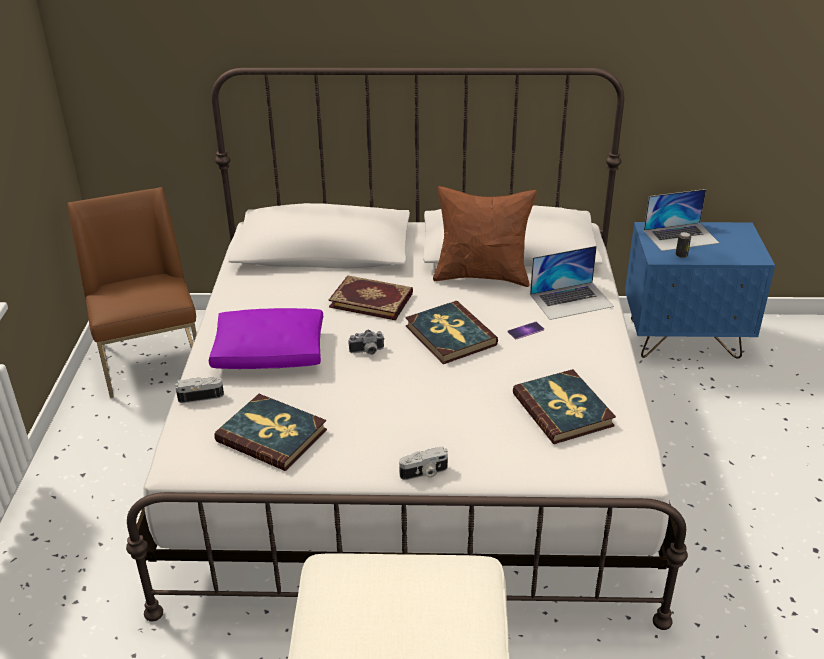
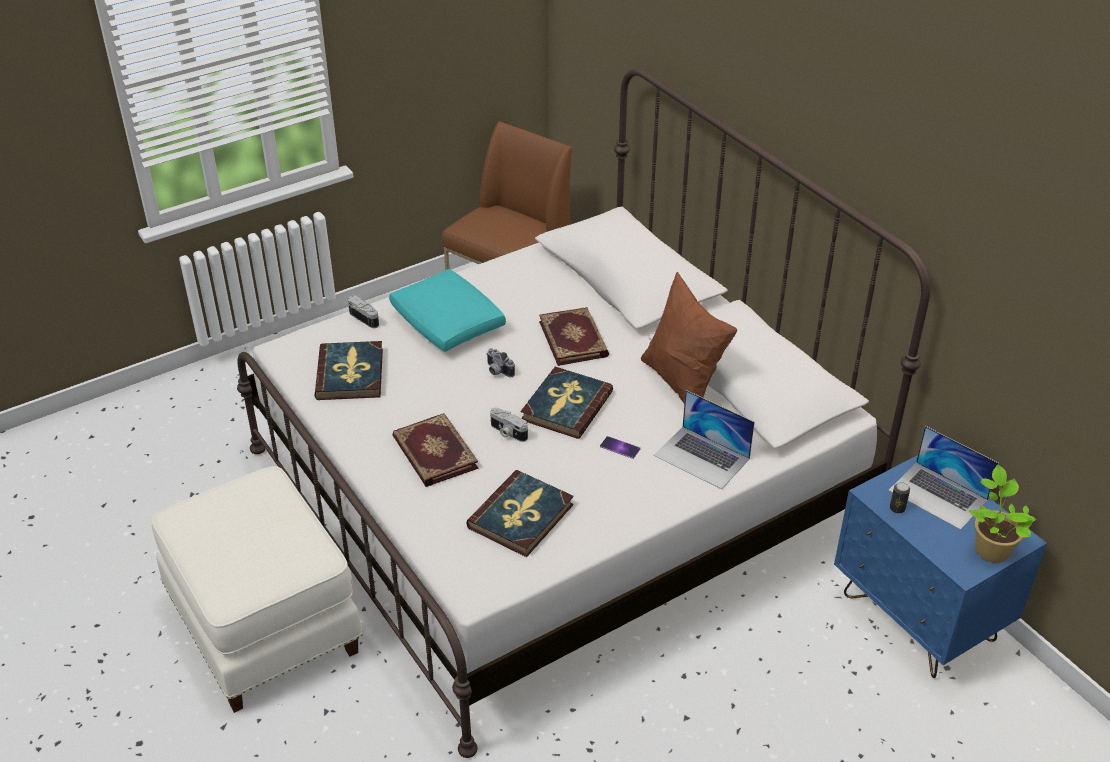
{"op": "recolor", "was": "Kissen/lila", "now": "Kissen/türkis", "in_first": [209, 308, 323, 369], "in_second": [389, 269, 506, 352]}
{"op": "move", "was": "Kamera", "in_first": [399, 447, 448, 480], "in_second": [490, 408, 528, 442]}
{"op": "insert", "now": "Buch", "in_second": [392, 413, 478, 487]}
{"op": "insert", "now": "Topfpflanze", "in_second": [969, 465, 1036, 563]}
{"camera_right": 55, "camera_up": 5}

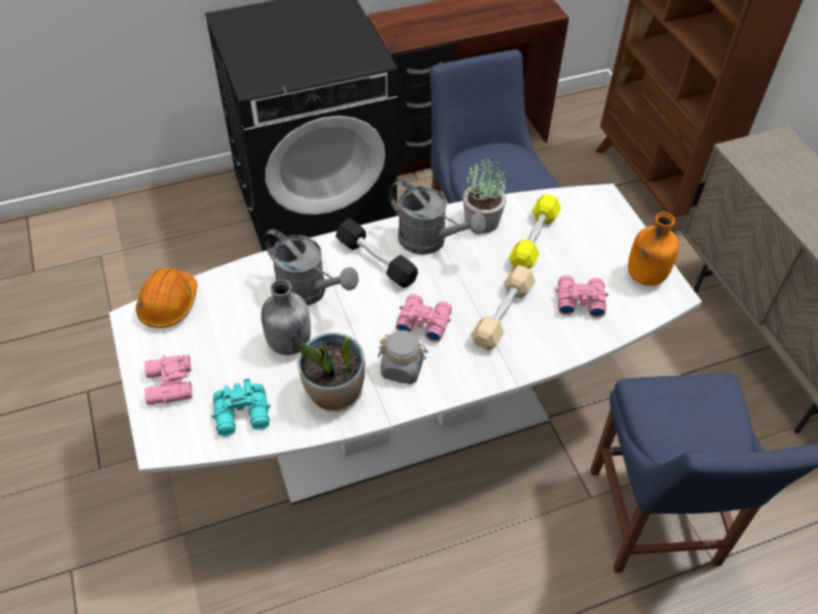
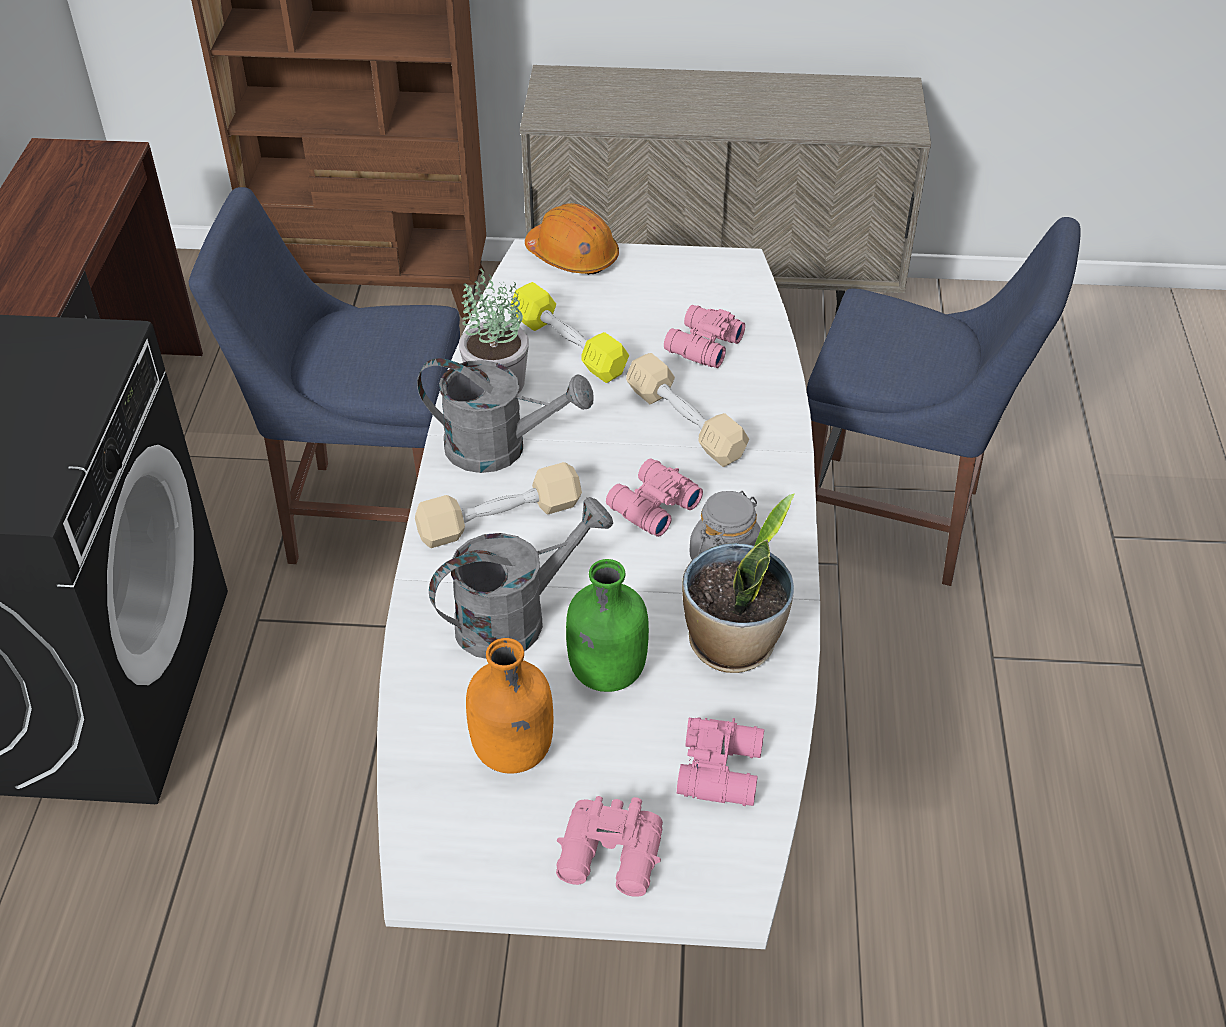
{"op": "rotate", "was": "Gießkanne/grau", "in_first": [389, 180, 486, 255], "in_second": [417, 358, 594, 473], "clockwise": 45}
{"op": "move", "was": "Flasche/orange", "in_first": [628, 212, 679, 286], "in_second": [466, 638, 554, 773]}
{"op": "recolor", "was": "Hantel/schwarz", "now": "Hantel/beige", "in_first": [336, 218, 418, 288], "in_second": [415, 462, 582, 548]}
{"op": "move", "was": "Schutzhelm/orange", "in_first": [136, 268, 197, 328], "in_second": [525, 203, 619, 275]}
{"op": "recolor", "was": "Flasche/grau", "now": "Flasche/grün", "in_first": [261, 280, 311, 355], "in_second": [566, 559, 649, 692]}
{"op": "recolor", "was": "Fernglas/türkis", "now": "Fernglas/rosa", "in_first": [211, 378, 271, 436], "in_second": [677, 717, 764, 806]}
{"camera_right": -65, "camera_up": -5}

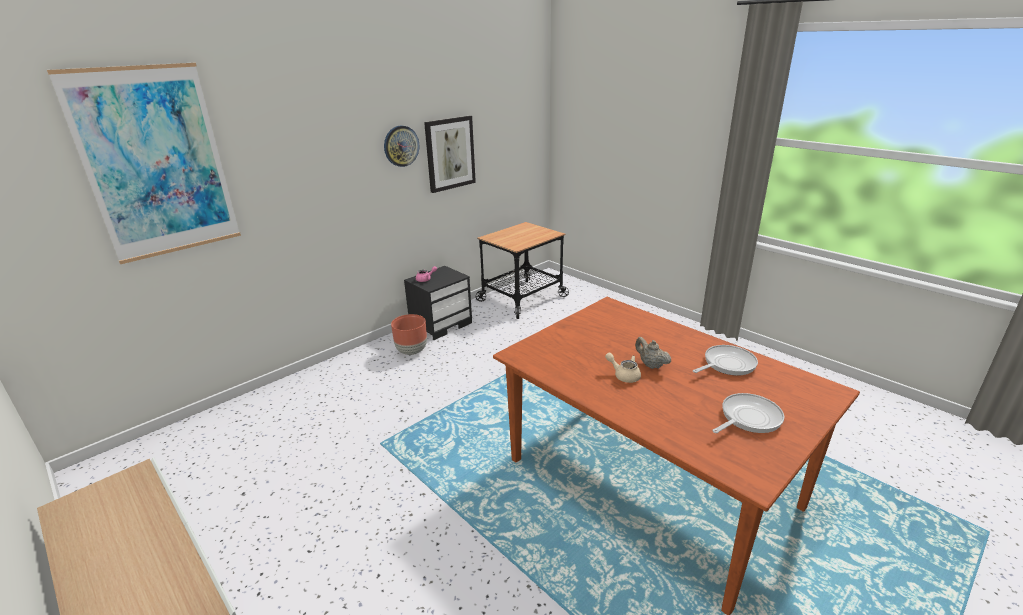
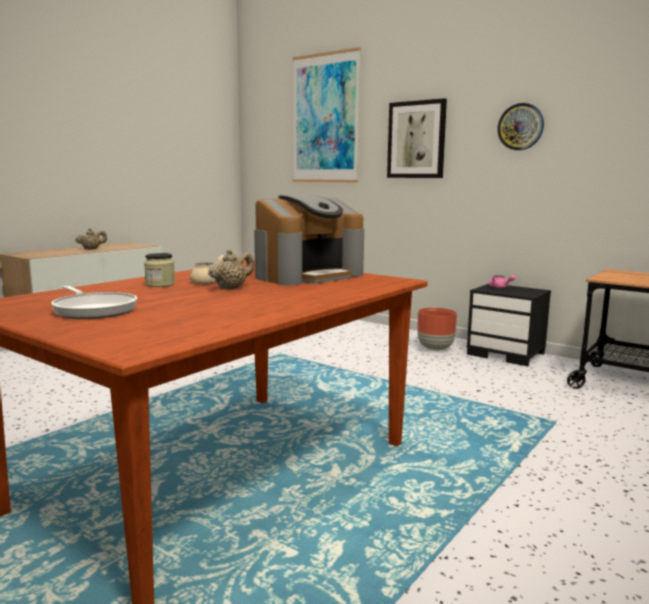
{"op": "move", "was": "Bild", "in_first": [424, 116, 476, 193], "in_second": [387, 98, 447, 178]}
{"op": "delete", "was": "Pfanne", "in_first": [693, 345, 758, 376]}
{"op": "insert", "now": "Kaffeemaschine", "in_second": [254, 195, 364, 285]}
{"op": "insert", "now": "Teekanne/beige", "in_second": [75, 228, 107, 250]}
{"op": "insert", "now": "Vorratsglas", "in_second": [144, 253, 175, 287]}
{"camera_right": 80, "camera_up": -15}

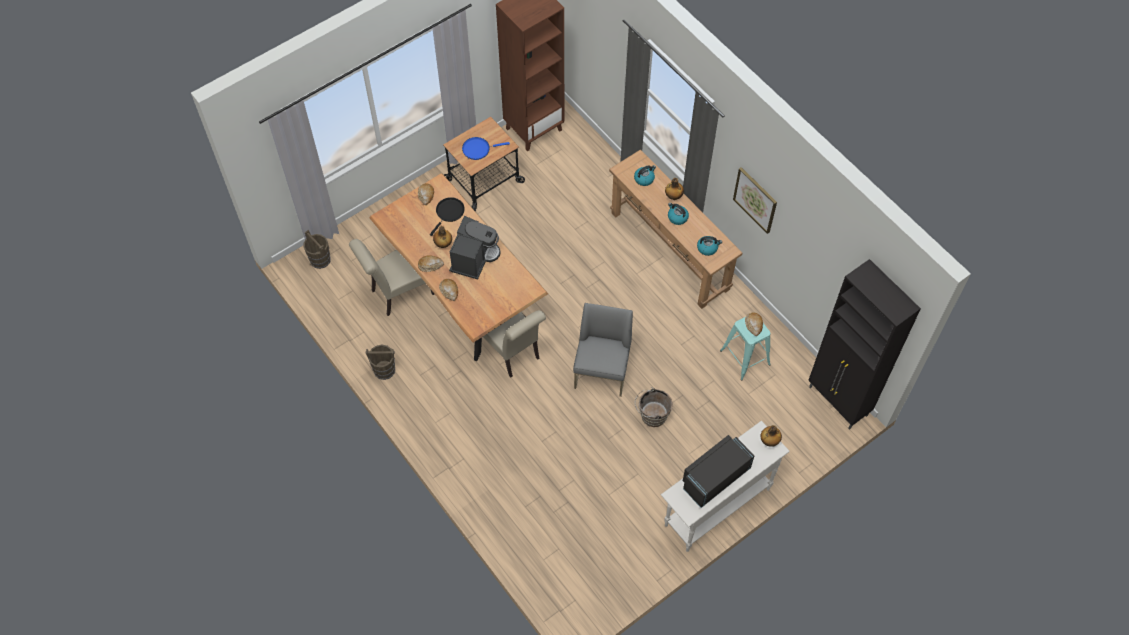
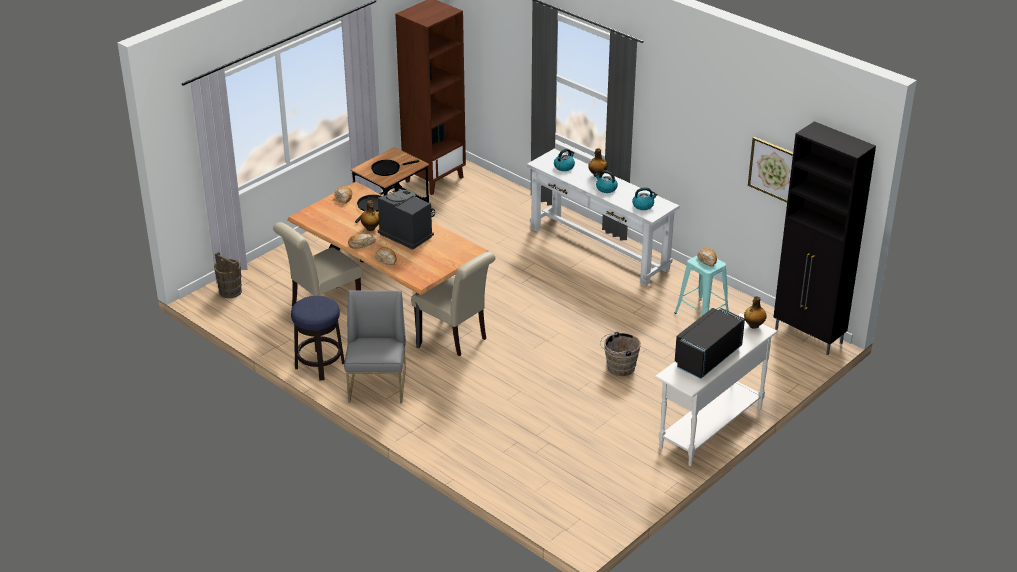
{"op": "recolor", "was": "Pfanne/blau", "now": "Pfanne/schwarz", "in_first": [462, 137, 510, 160], "in_second": [371, 160, 419, 176]}
{"op": "recolor", "was": "Konsolentisch/braun", "now": "Konsolentisch/weiß", "in_first": [609, 149, 742, 309], "in_second": [527, 149, 679, 286]}
{"op": "move", "was": "Bild", "in_first": [733, 167, 777, 234], "in_second": [748, 137, 793, 202]}
{"op": "rotate", "was": "Kaffeemaschine", "in_first": [449, 216, 501, 280], "in_second": [378, 190, 434, 250], "clockwise": -60}
{"op": "move", "was": "Stuhl/grau", "in_first": [573, 303, 633, 397], "in_second": [344, 290, 406, 403]}
{"op": "replace", "was": "Eimer/braun", "now": "Hocker", "in_first": [365, 345, 395, 380], "in_second": [291, 296, 345, 381]}
{"camera_right": -10, "camera_up": -25}

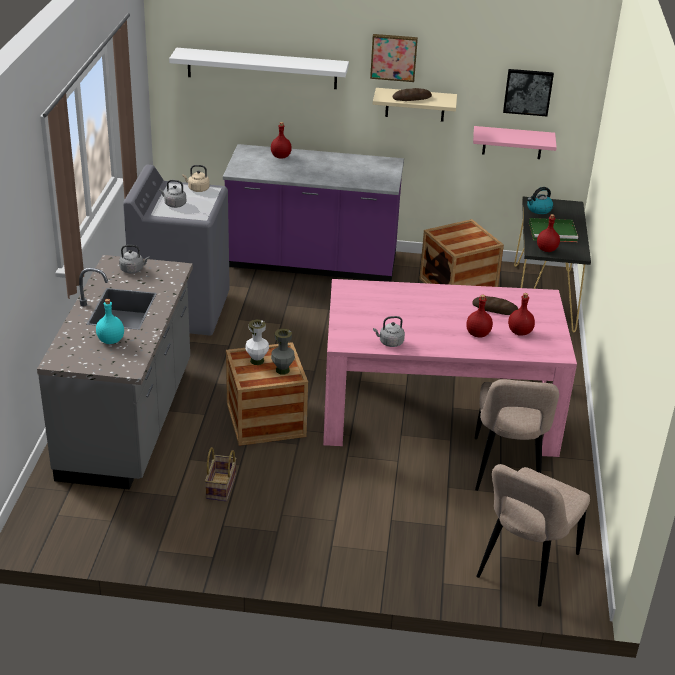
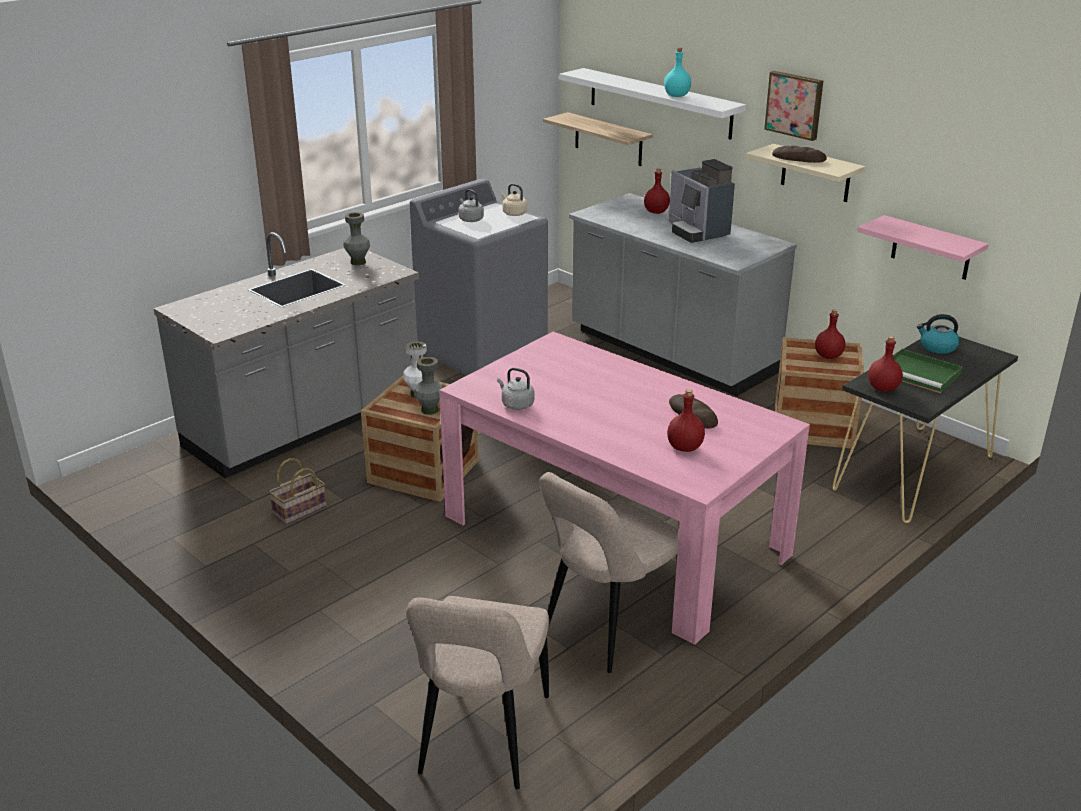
{"op": "delete", "was": "Bild", "in_first": [503, 69, 554, 116]}
{"op": "recolor", "was": "Küchenzeile/lila", "now": "Küchenzeile/grau", "in_first": [223, 144, 404, 282], "in_second": [569, 193, 797, 396]}
{"op": "replace", "was": "Wasserkessel/grau", "now": "Vase/grau", "in_first": [119, 245, 150, 273], "in_second": [344, 212, 370, 265]}
{"op": "move", "was": "Flasche/rot", "in_first": [466, 295, 493, 338], "in_second": [815, 309, 845, 359]}
{"op": "move", "was": "Flasche/türkis", "in_first": [96, 299, 124, 344], "in_second": [664, 48, 691, 97]}
{"op": "rotate", "was": "Stuhl/beige", "in_first": [476, 464, 590, 607], "in_second": [406, 596, 549, 789], "clockwise": -60}
{"op": "insert", "now": "Wandregal", "in_second": [543, 112, 653, 166]}
{"op": "insert", "now": "Kaffeemaschine", "in_second": [669, 159, 735, 243]}
{"camera_right": 40, "camera_up": -5}

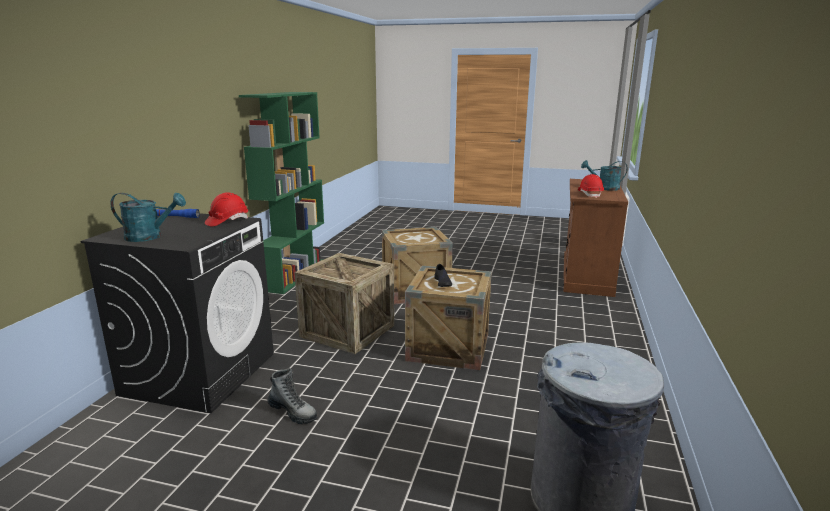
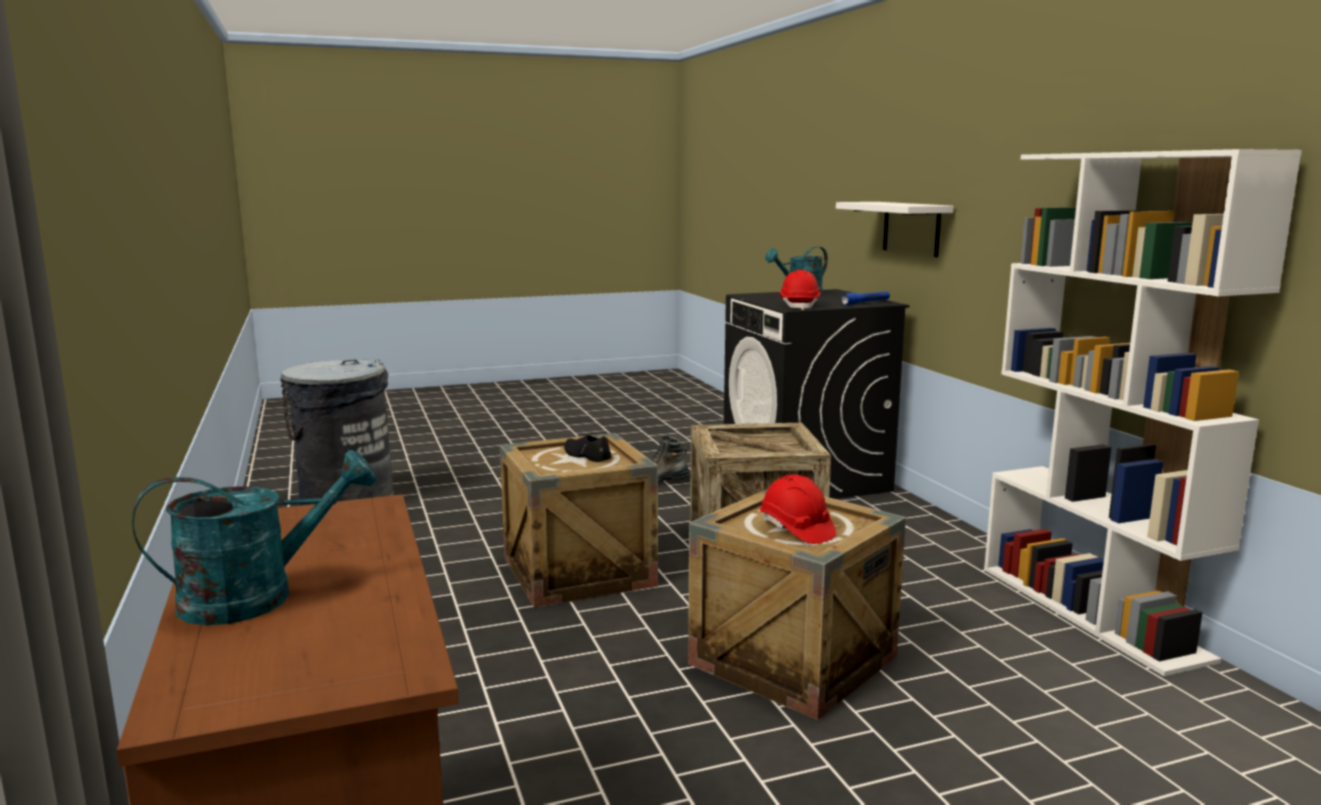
{"op": "recolor", "was": "Bücherregal/grün", "now": "Bücherregal/weiß", "in_first": [239, 92, 324, 294], "in_second": [984, 149, 1302, 676]}
{"op": "move", "was": "Schutzhelm/rot", "in_first": [578, 174, 604, 198], "in_second": [760, 474, 836, 544]}
{"op": "insert", "now": "Wandregal/weiß", "in_second": [836, 202, 954, 257]}
{"camera_right": 145, "camera_up": -5}

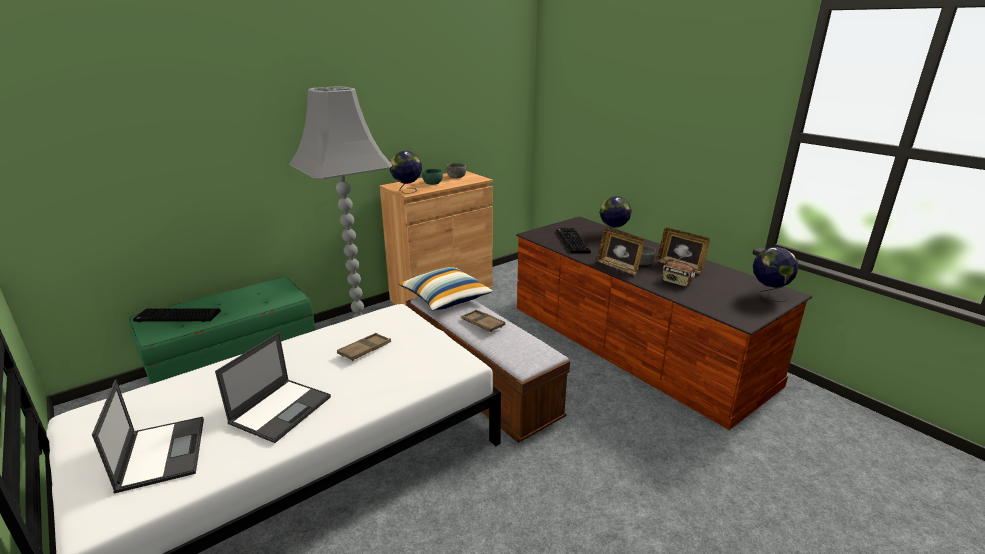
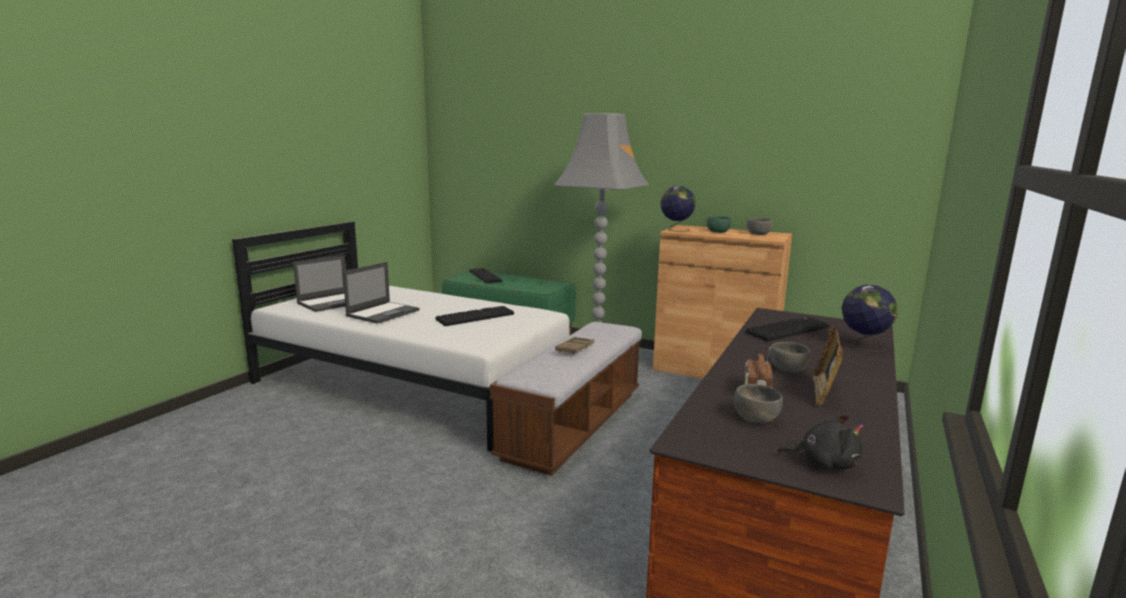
{"op": "delete", "was": "Bilderrahmen", "in_first": [597, 228, 644, 275]}
{"op": "replace", "was": "Globus", "now": "Plüschtier/schwarz", "in_first": [753, 247, 799, 302], "in_second": [777, 414, 863, 469]}
{"op": "delete", "was": "Kissen", "in_first": [398, 267, 493, 311]}
{"op": "rotate", "was": "Laptop", "in_first": [215, 332, 331, 443], "in_second": [343, 262, 420, 324], "clockwise": -60}
{"op": "replace", "was": "Tablett/braun", "now": "Tastatur", "in_first": [337, 333, 391, 361], "in_second": [435, 306, 514, 326]}
{"op": "insert", "now": "Schüssel/grau", "in_second": [734, 384, 783, 423]}
{"camera_right": 65, "camera_up": -10}

